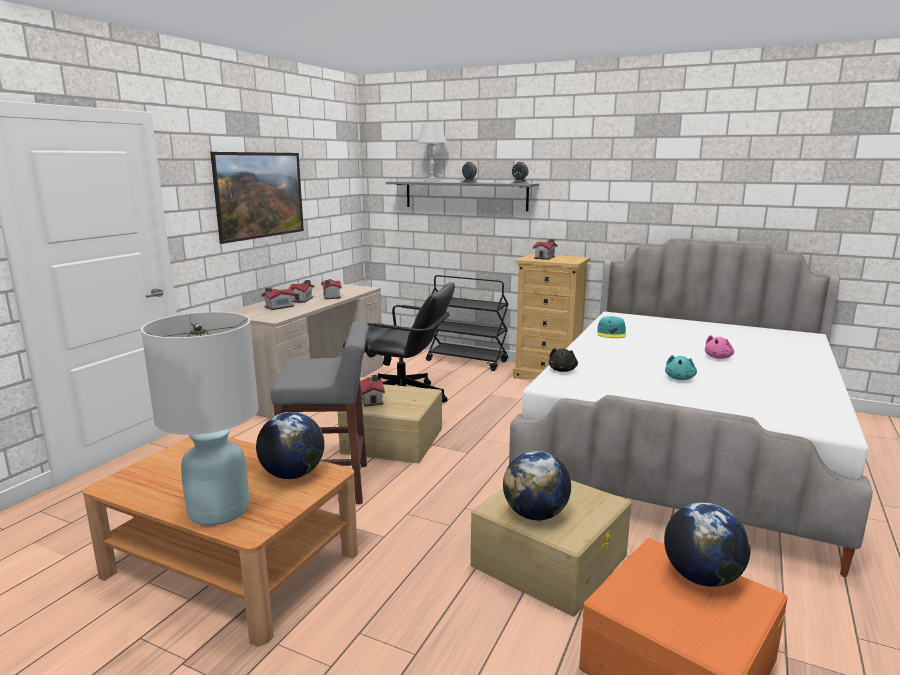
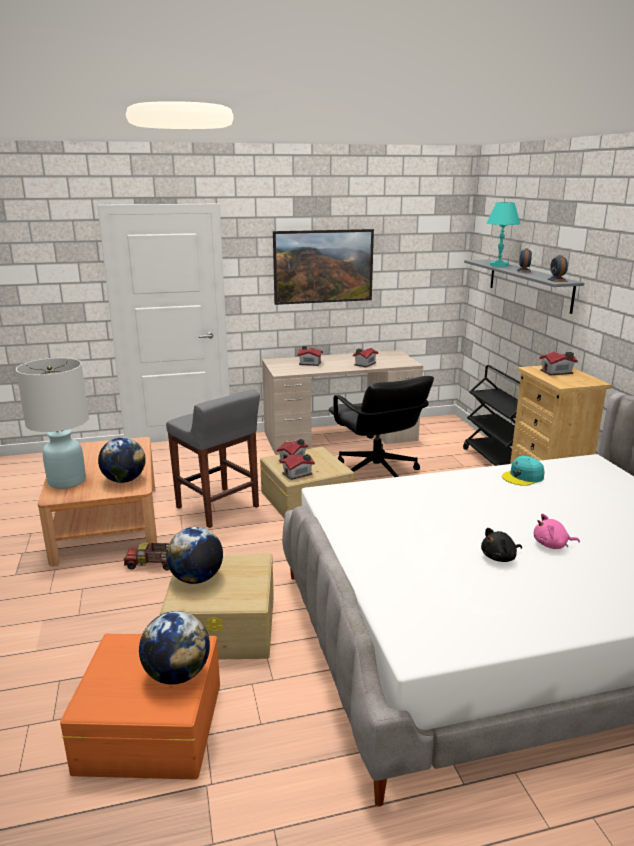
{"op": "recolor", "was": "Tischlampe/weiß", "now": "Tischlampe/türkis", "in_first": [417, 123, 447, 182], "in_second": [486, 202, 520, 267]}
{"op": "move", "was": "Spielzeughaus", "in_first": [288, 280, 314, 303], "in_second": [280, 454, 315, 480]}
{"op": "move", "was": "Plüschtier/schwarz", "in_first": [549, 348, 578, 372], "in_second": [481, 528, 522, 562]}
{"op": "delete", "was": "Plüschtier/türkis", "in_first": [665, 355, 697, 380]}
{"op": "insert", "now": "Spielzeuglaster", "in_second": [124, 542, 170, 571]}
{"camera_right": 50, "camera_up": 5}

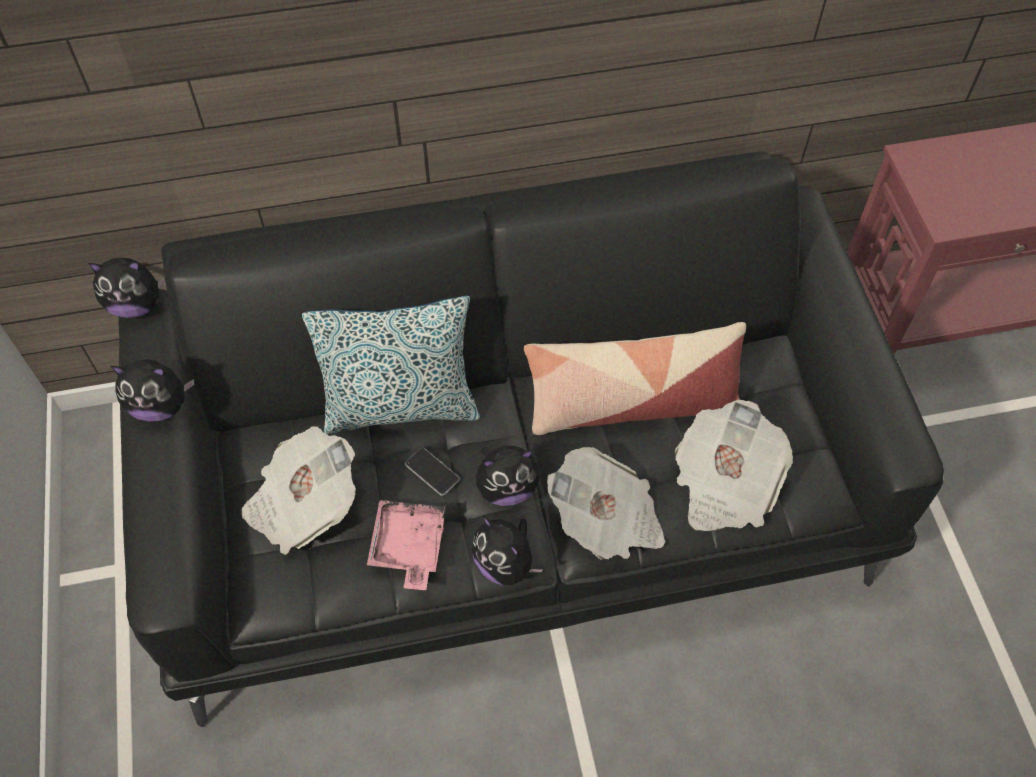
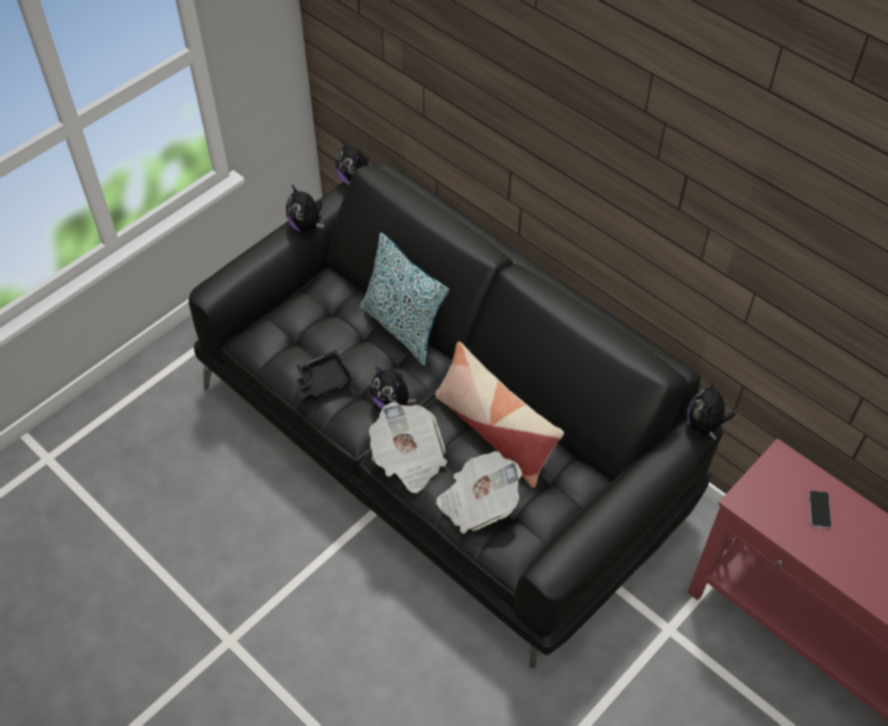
{"op": "delete", "was": "Zeitung", "in_first": [242, 427, 356, 555]}
{"op": "move", "was": "Handy", "in_first": [405, 448, 460, 496], "in_second": [809, 490, 832, 528]}
{"op": "recolor", "was": "Tablett/rosa", "now": "Tablett/schwarz", "in_first": [367, 500, 445, 590], "in_second": [295, 350, 354, 398]}
{"op": "move", "was": "Plüschtier", "in_first": [471, 516, 543, 585], "in_second": [687, 380, 736, 440]}
{"camera_right": 55, "camera_up": -5}

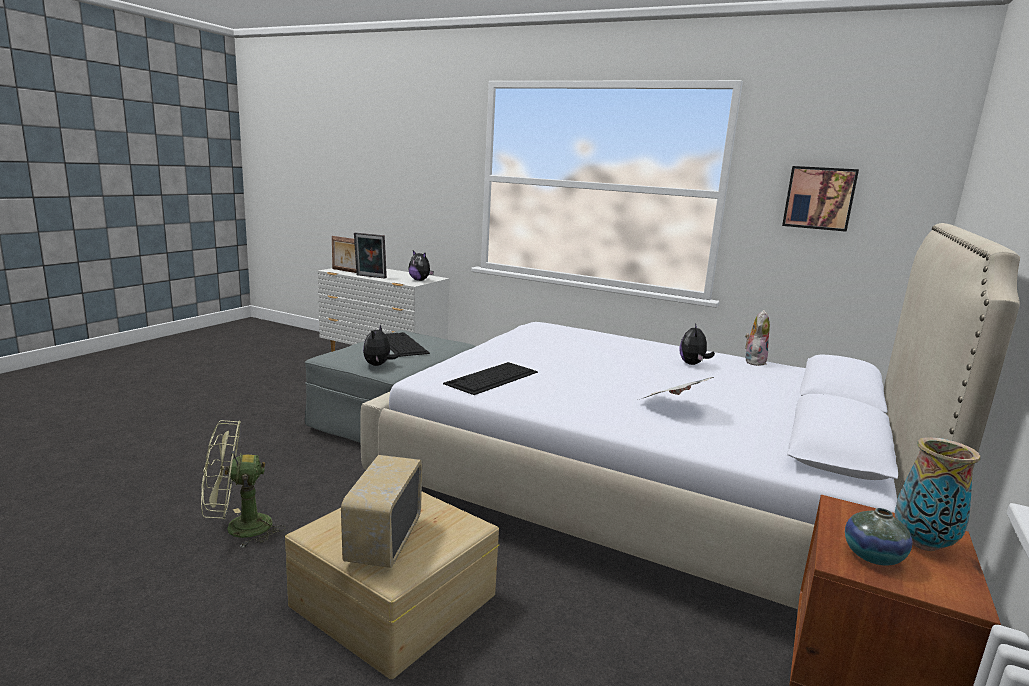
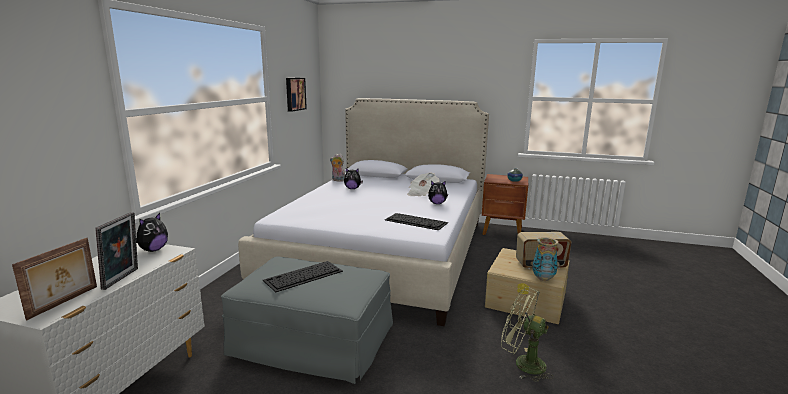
{"op": "move", "was": "Plüschtier", "in_first": [363, 325, 400, 366], "in_second": [428, 181, 448, 204]}
{"op": "rotate", "was": "Ventilator/grün", "in_first": [201, 420, 286, 548], "in_second": [501, 287, 554, 382], "clockwise": 150}
{"op": "move", "was": "Vase", "in_first": [895, 437, 981, 551], "in_second": [532, 237, 558, 281]}
{"camera_right": -100, "camera_up": 0}

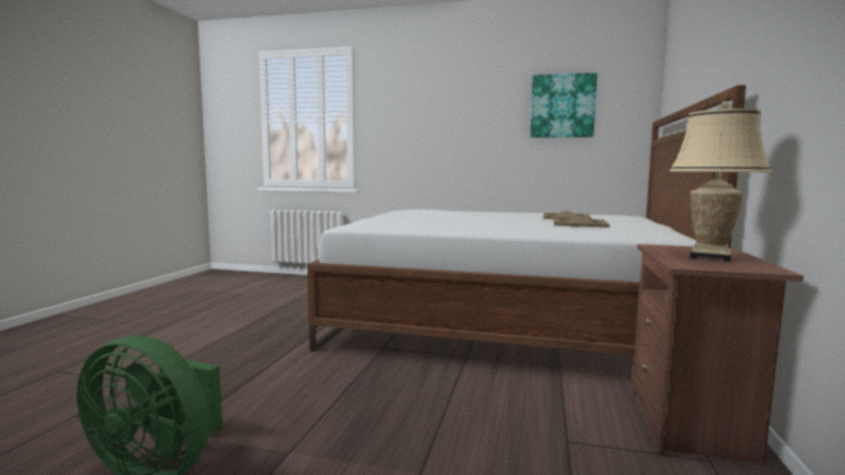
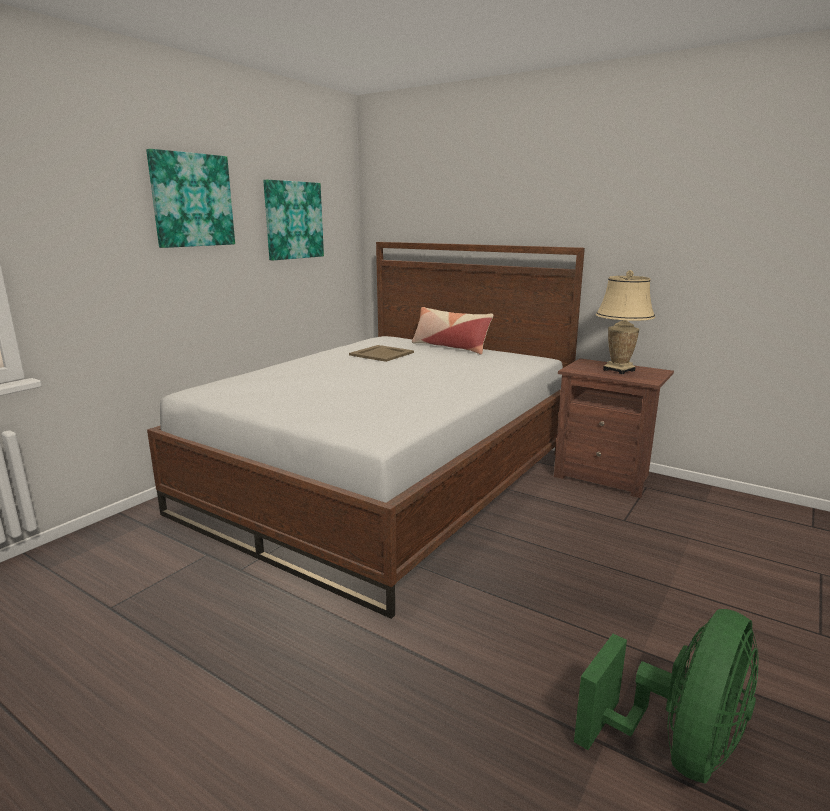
{"op": "delete", "was": "Tablett/beige", "in_first": [554, 216, 610, 228]}
{"op": "insert", "now": "Bild", "in_second": [146, 149, 235, 248]}
{"op": "insert", "now": "Kissen", "in_second": [412, 307, 494, 355]}
{"camera_right": -70, "camera_up": 10}

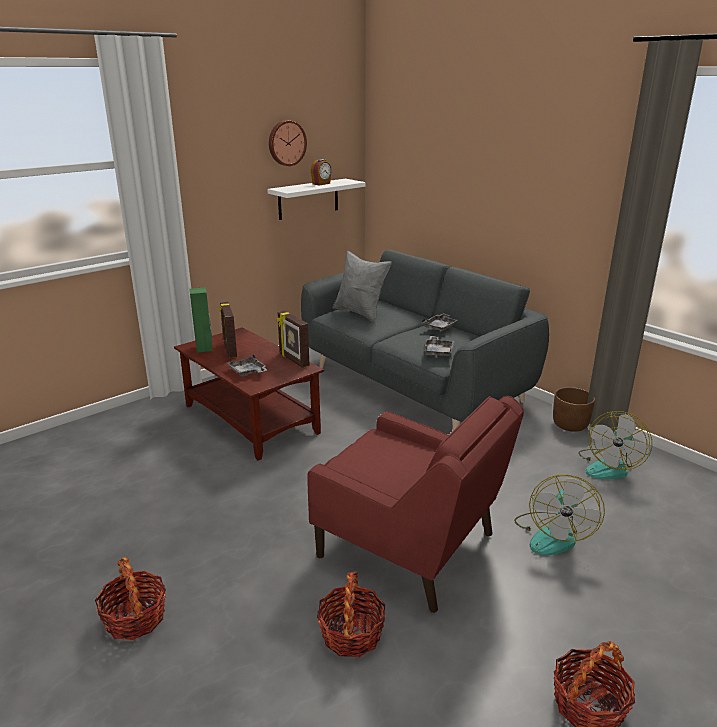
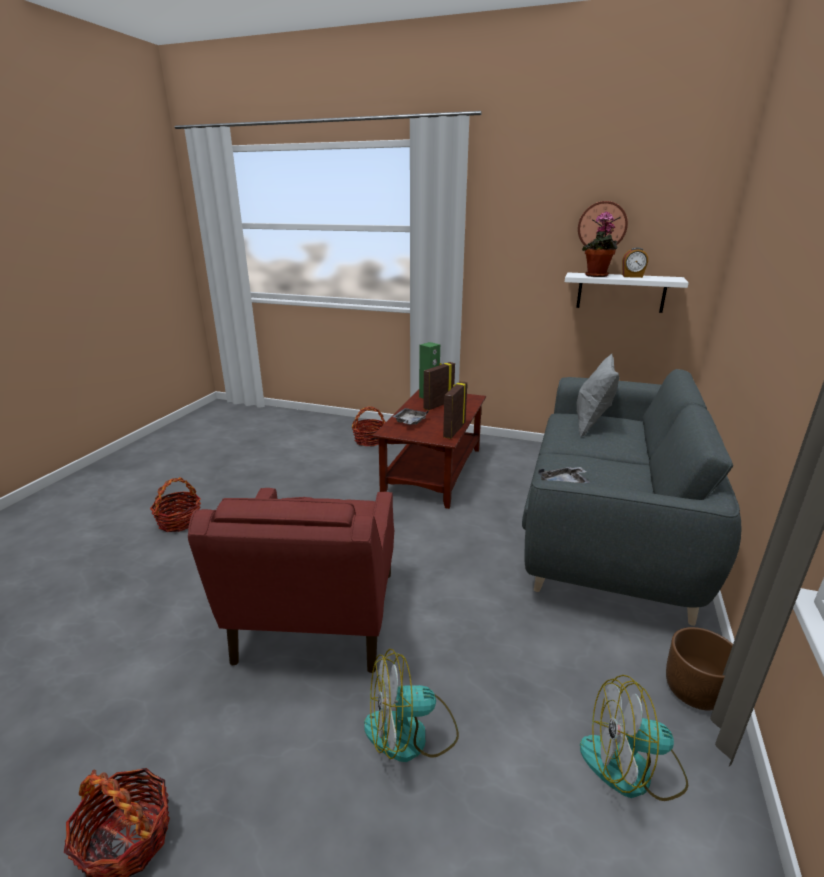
{"op": "delete", "was": "Tablett/grau", "in_first": [422, 313, 458, 331]}
{"op": "move", "was": "Korb", "in_first": [317, 571, 386, 657], "in_second": [352, 406, 386, 446]}
{"op": "insert", "now": "Topfpflanze", "in_second": [582, 211, 618, 277]}
{"camera_right": 60, "camera_up": 0}

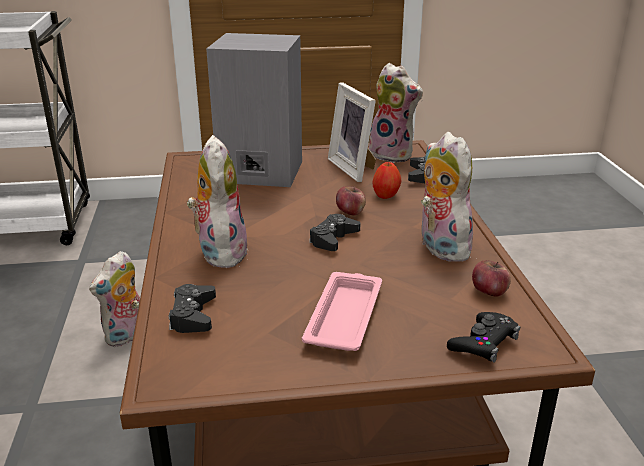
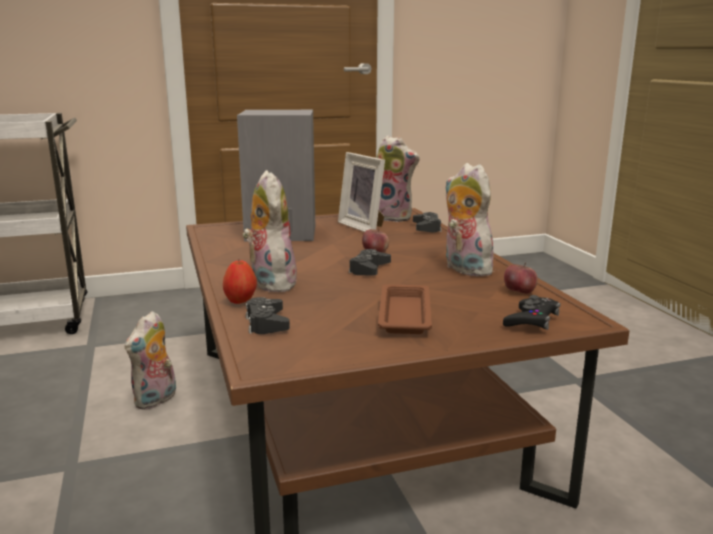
{"op": "move", "was": "Apfel", "in_first": [373, 162, 401, 199], "in_second": [223, 260, 257, 304]}
{"op": "recolor", "was": "Tablett/rosa", "now": "Tablett/braun", "in_first": [302, 272, 382, 351], "in_second": [378, 284, 432, 334]}
{"camera_right": -10, "camera_up": -10}

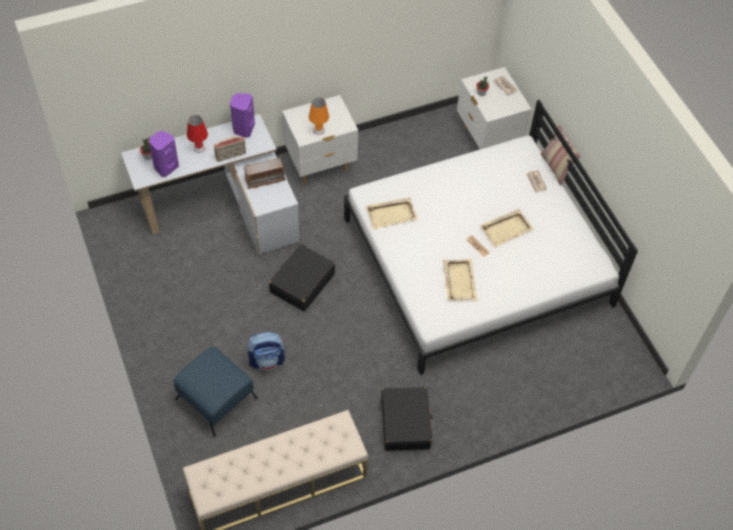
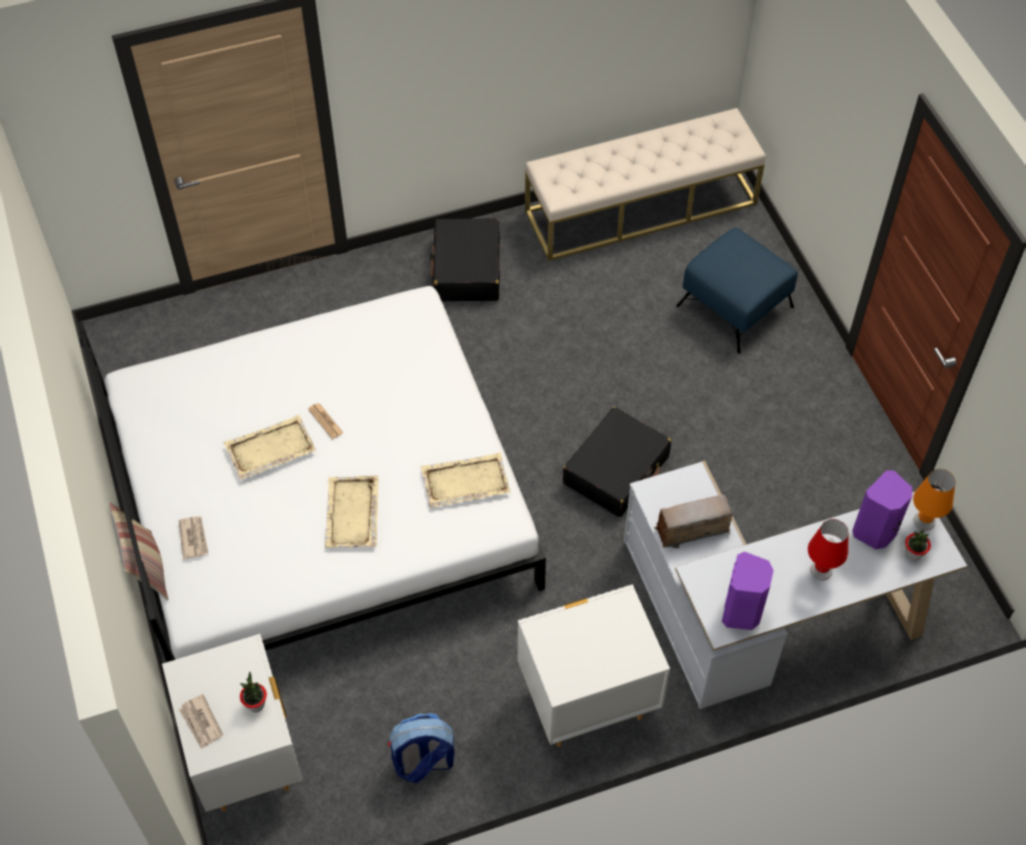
{"op": "move", "was": "Tischlampe/orange", "in_first": [309, 98, 329, 135], "in_second": [913, 469, 955, 531]}
{"op": "delete", "was": "Radio", "in_first": [214, 136, 246, 162]}
{"op": "move", "was": "Tablett/beige", "in_first": [443, 259, 478, 301], "in_second": [325, 475, 379, 548]}
{"op": "move", "was": "Rucksack", "in_first": [248, 332, 285, 370], "in_second": [388, 713, 455, 783]}
{"camera_right": -175, "camera_up": 0}

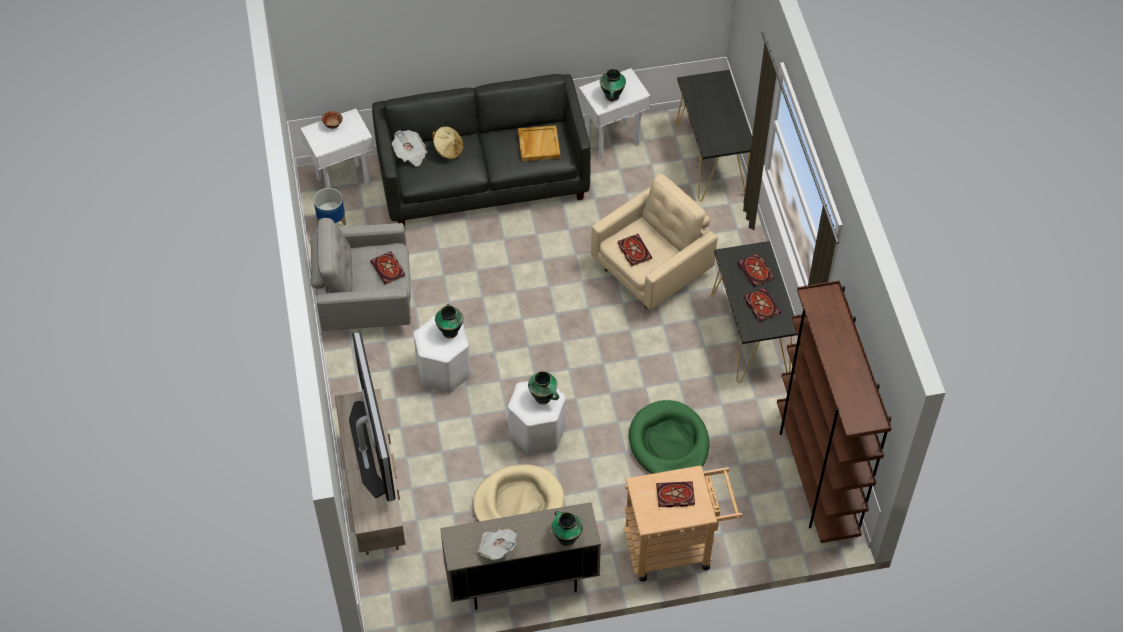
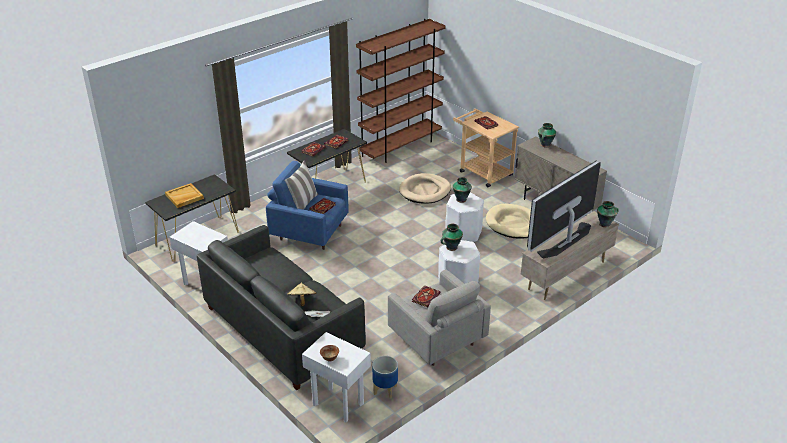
{"op": "move", "was": "Vase", "in_first": [600, 69, 626, 102], "in_second": [597, 201, 619, 228]}
{"op": "move", "was": "Tablett/beige", "in_first": [518, 125, 560, 161], "in_second": [165, 183, 204, 208]}
{"op": "recolor", "was": "Sessel/beige", "now": "Sessel/blau", "in_first": [591, 174, 718, 310], "in_second": [266, 161, 349, 250]}
{"op": "recolor", "was": "Hundebett/grün", "now": "Hundebett/beige", "in_first": [629, 400, 710, 474], "in_second": [399, 173, 451, 204]}
{"op": "delete", "was": "Zeitung", "in_first": [477, 528, 517, 560]}
{"op": "insert", "now": "Kissen", "in_second": [285, 160, 318, 210]}
{"camera_right": -120, "camera_up": -20}

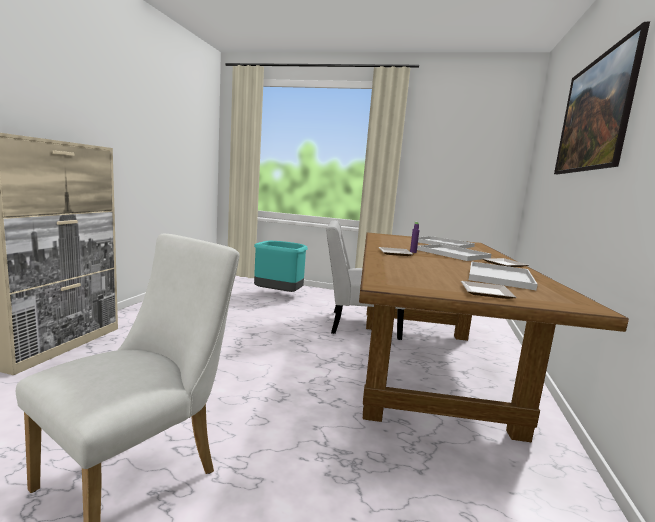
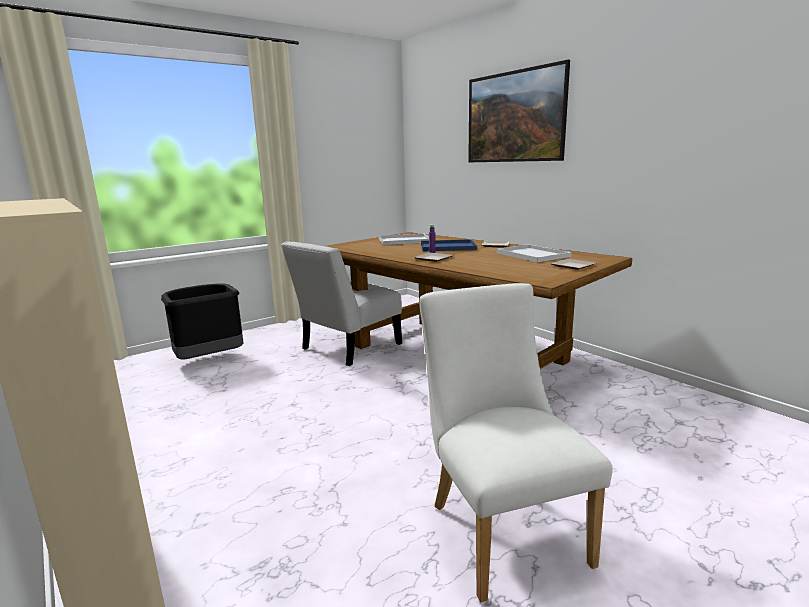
{"op": "recolor", "was": "Mülleimer/türkis", "now": "Mülleimer/schwarz", "in_first": [254, 241, 308, 292], "in_second": [161, 284, 244, 359]}
{"op": "recolor", "was": "Tablett/weiß", "now": "Tablett/blau", "in_first": [417, 244, 491, 261], "in_second": [421, 239, 477, 251]}
{"camera_right": -50, "camera_up": 5}

